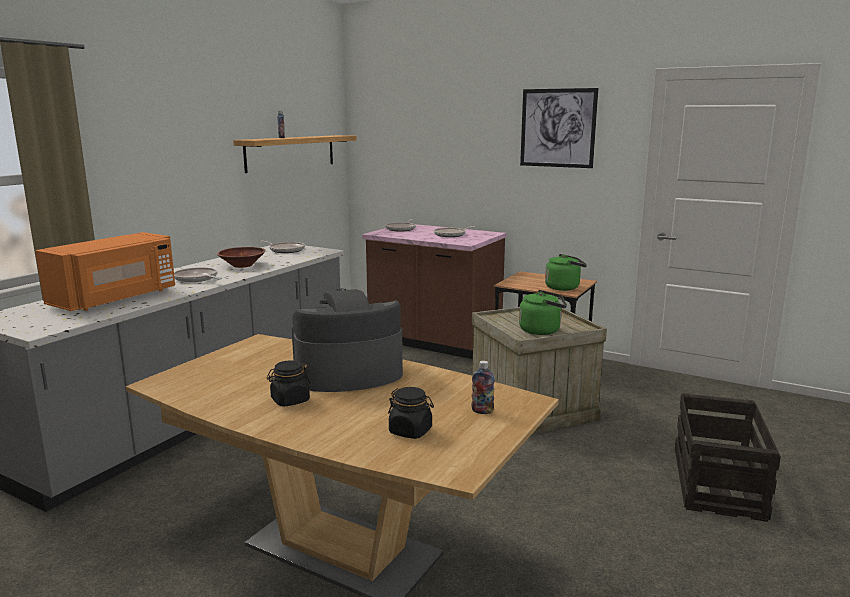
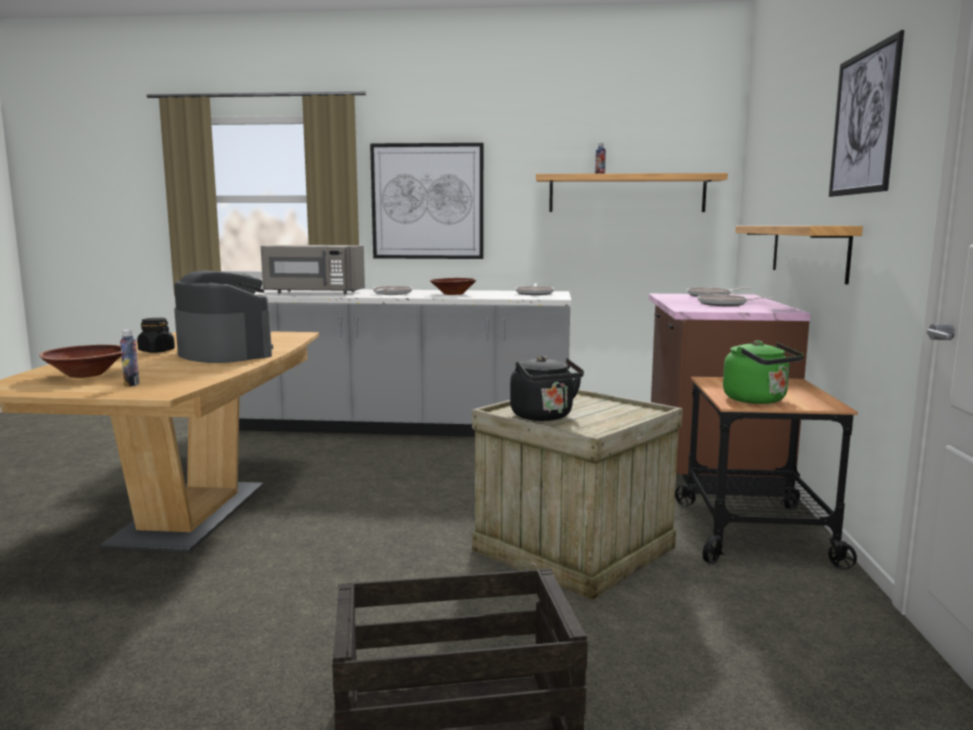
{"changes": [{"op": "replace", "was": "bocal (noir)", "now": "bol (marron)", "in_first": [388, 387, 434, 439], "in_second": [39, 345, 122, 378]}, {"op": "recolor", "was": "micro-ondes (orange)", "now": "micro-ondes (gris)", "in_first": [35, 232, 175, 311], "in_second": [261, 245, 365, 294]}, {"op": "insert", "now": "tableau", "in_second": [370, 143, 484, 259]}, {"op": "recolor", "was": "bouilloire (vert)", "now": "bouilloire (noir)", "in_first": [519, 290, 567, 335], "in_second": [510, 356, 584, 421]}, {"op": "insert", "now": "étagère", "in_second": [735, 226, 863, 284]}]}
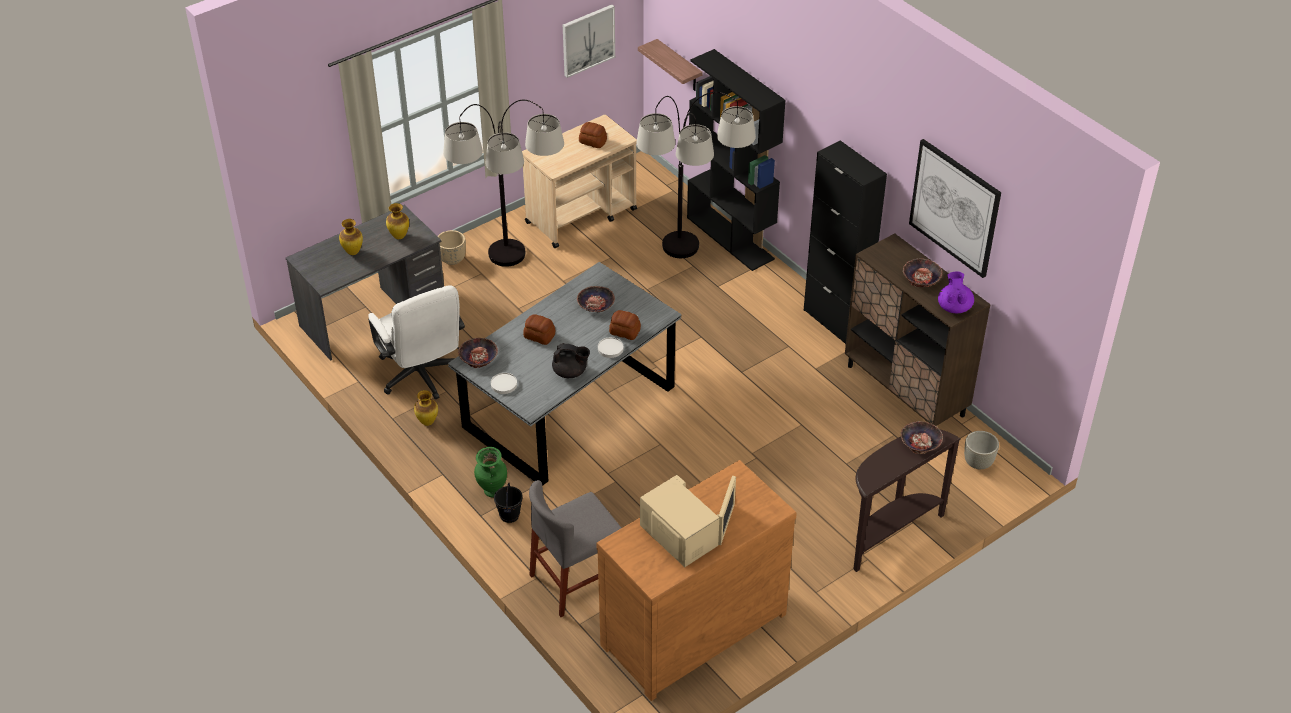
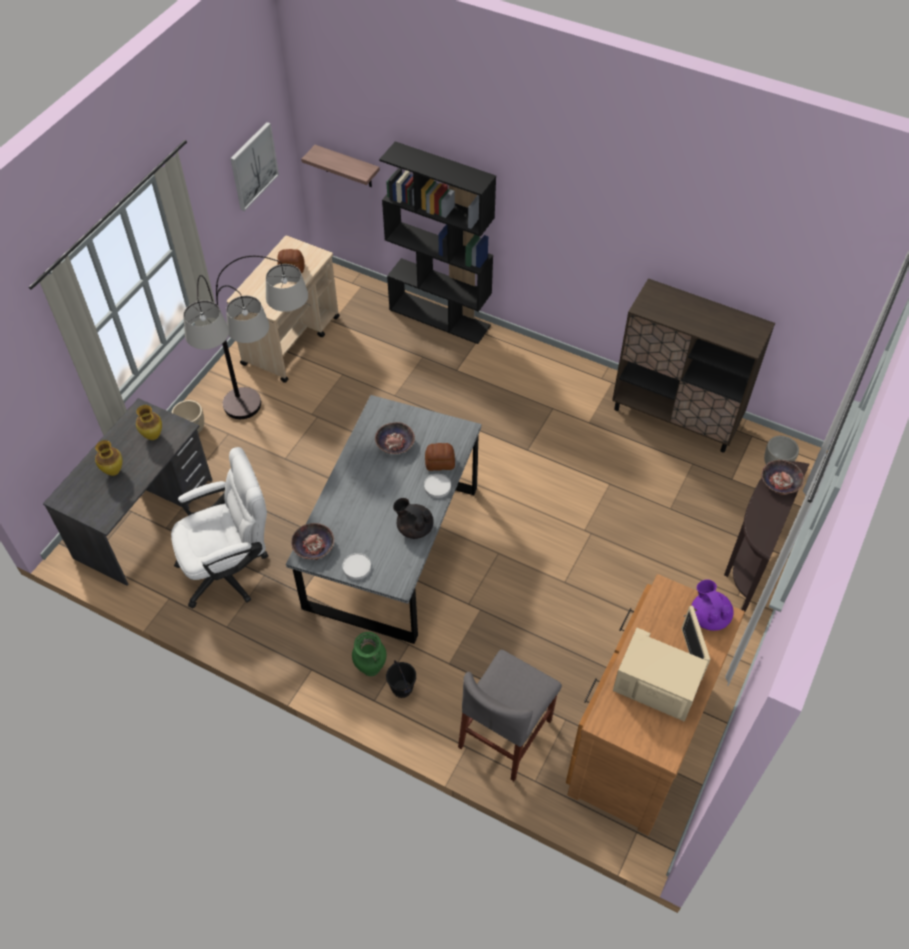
{"changes": [{"op": "rotate", "was": "chaise de bureau (blanc)", "in_first": [368, 285, 465, 399], "in_second": [171, 447, 268, 608], "clockwise": -60}, {"op": "rotate", "was": "théière (noir)", "in_first": [552, 343, 590, 378], "in_second": [393, 498, 434, 539], "clockwise": -135}, {"op": "move", "was": "théière (violet)", "in_first": [938, 271, 974, 313], "in_second": [691, 580, 734, 631]}, {"op": "delete", "was": "vase", "in_first": [414, 390, 438, 426]}, {"op": "delete", "was": "pain", "in_first": [523, 314, 555, 345]}, {"op": "delete", "was": "lampadaire", "in_first": [636, 92, 756, 258]}, {"op": "delete", "was": "meuble de rangement (noir)", "in_first": [804, 140, 887, 345]}, {"op": "delete", "was": "bol", "in_first": [903, 258, 943, 287]}, {"op": "delete", "was": "tableau", "in_first": [909, 139, 1001, 278]}]}
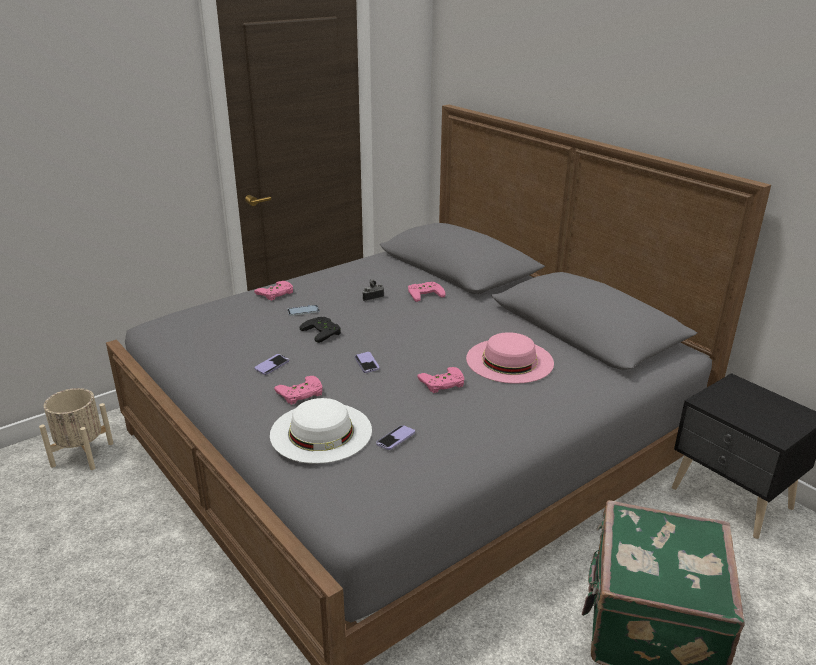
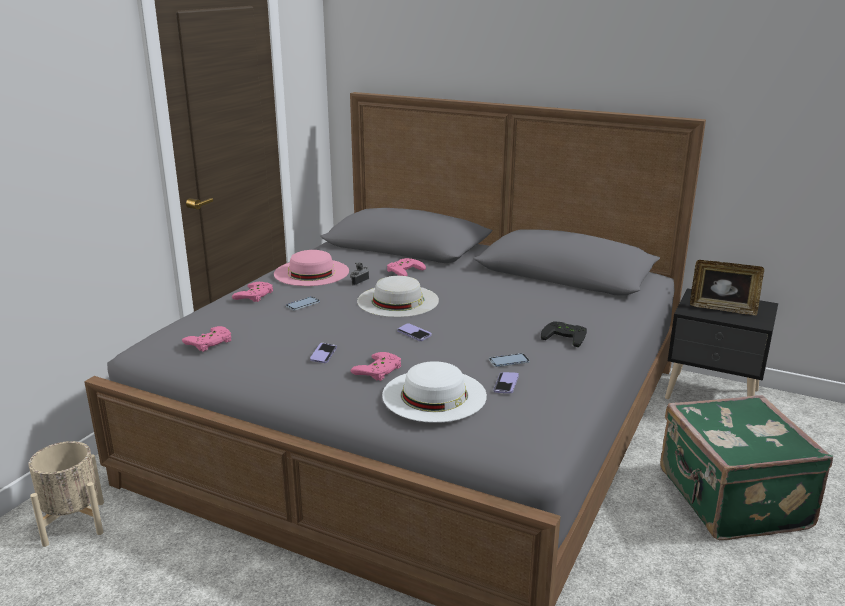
{"changes": [{"op": "move", "was": "manette (rose)", "in_first": [417, 367, 464, 393], "in_second": [182, 326, 231, 352]}, {"op": "move", "was": "chapeau (rose)", "in_first": [466, 332, 554, 384], "in_second": [274, 250, 349, 286]}, {"op": "insert", "now": "chapeau (blanc)", "in_second": [357, 276, 439, 317]}, {"op": "insert", "now": "téléphone", "in_second": [489, 353, 530, 367]}, {"op": "move", "was": "manette (noir)", "in_first": [299, 317, 341, 343], "in_second": [541, 321, 587, 347]}, {"op": "insert", "now": "cadre photo", "in_second": [690, 260, 764, 315]}]}
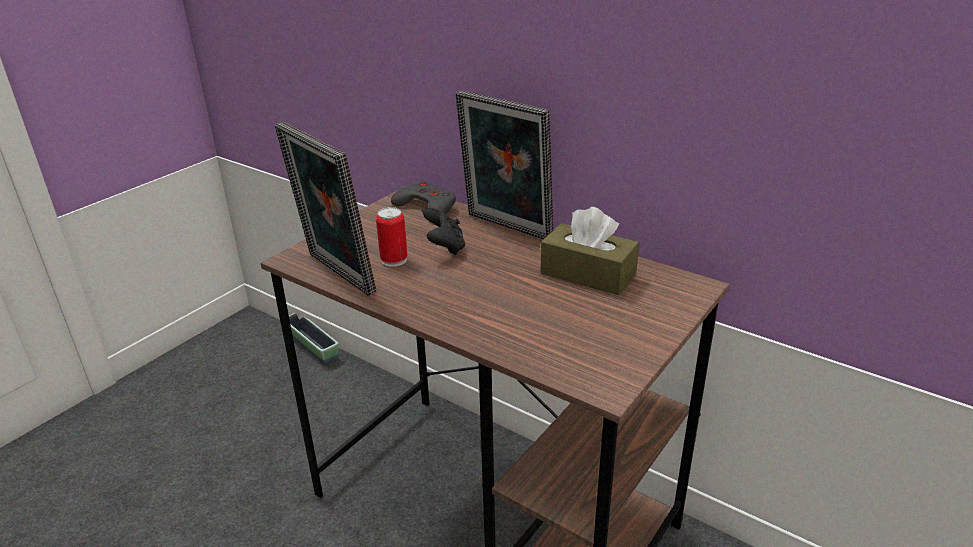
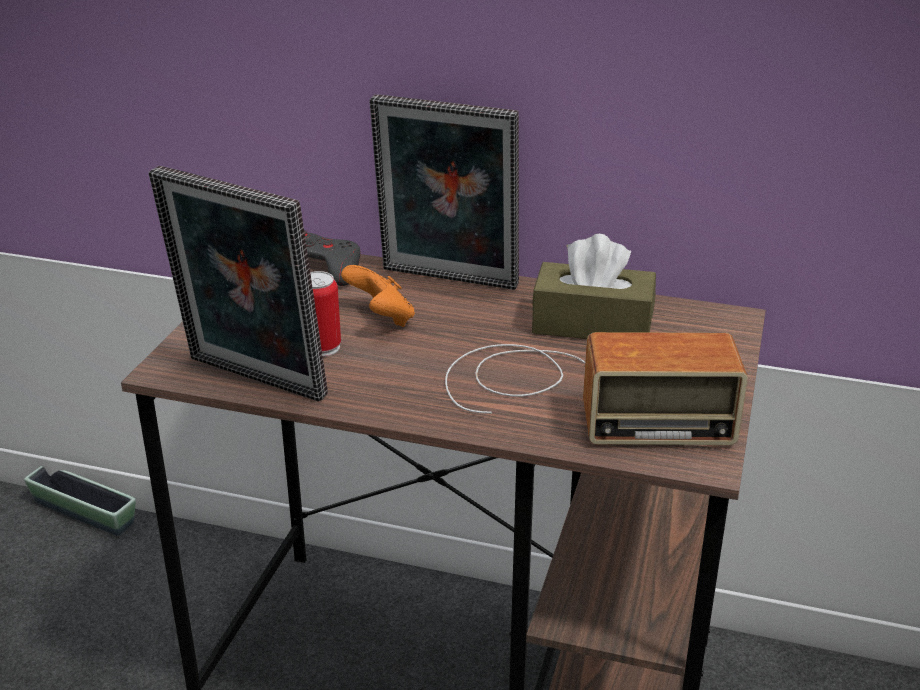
{"changes": [{"op": "recolor", "was": "manette (noir)", "now": "manette (orange)", "in_first": [423, 207, 465, 255], "in_second": [341, 265, 415, 327]}, {"op": "insert", "now": "radio", "in_second": [445, 332, 748, 445]}]}
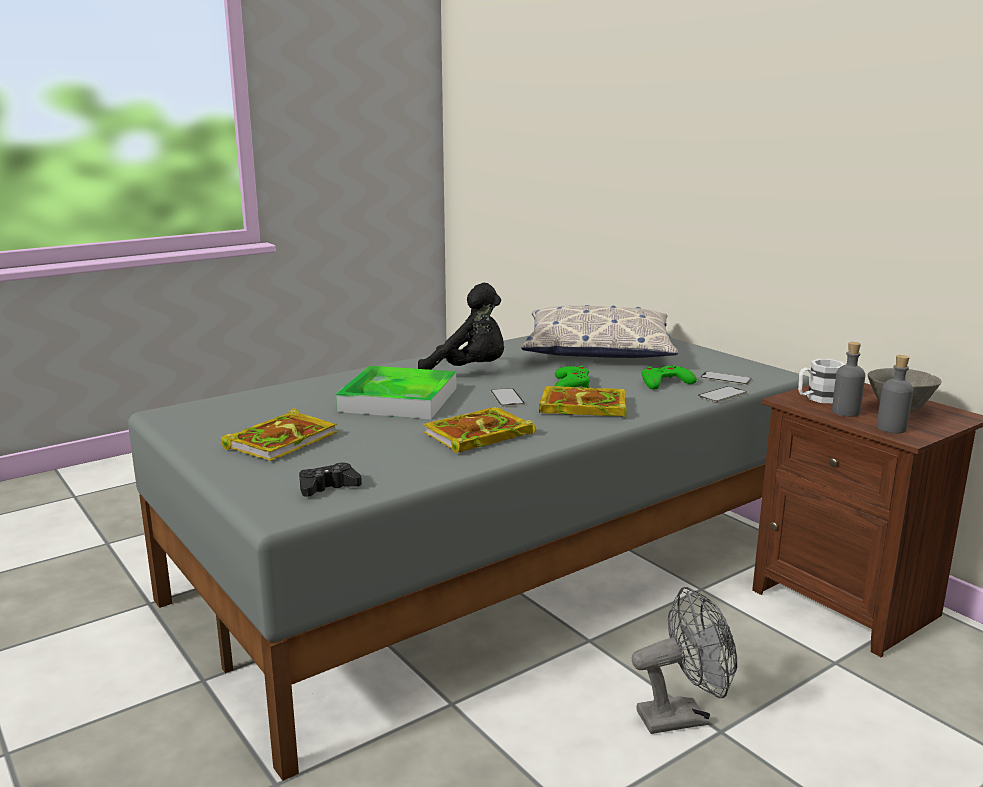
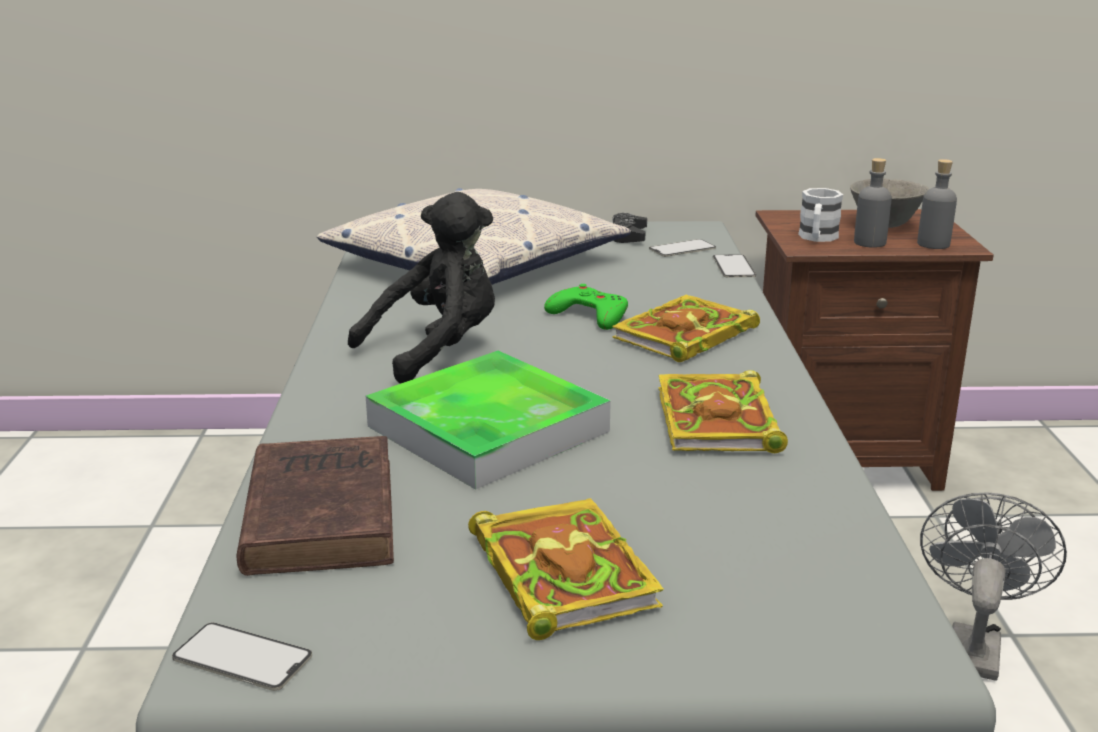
{"changes": [{"op": "move", "was": "téléphone", "in_first": [490, 388, 525, 407], "in_second": [172, 622, 312, 691]}, {"op": "insert", "now": "livre (marron)", "in_second": [237, 436, 394, 576]}, {"op": "move", "was": "manette (noir)", "in_first": [299, 462, 362, 497], "in_second": [612, 213, 647, 243]}, {"op": "delete", "was": "manette (vert)", "in_first": [642, 365, 697, 389]}]}
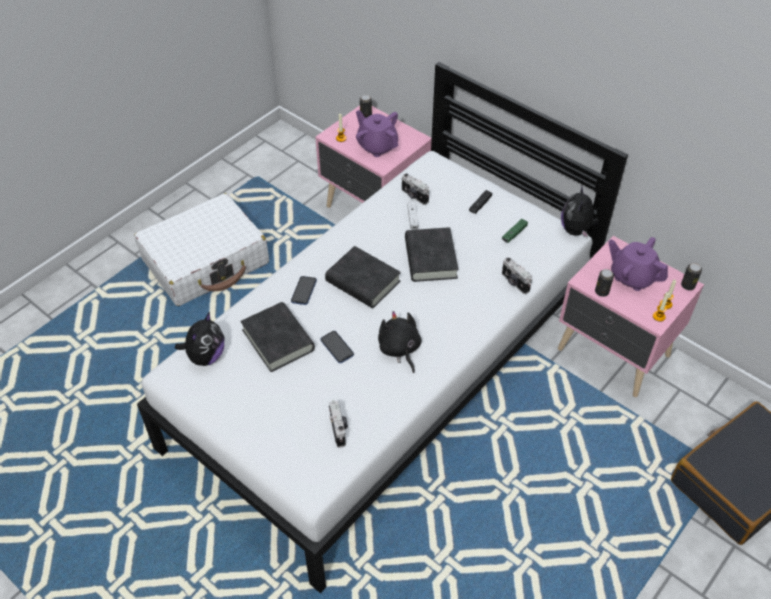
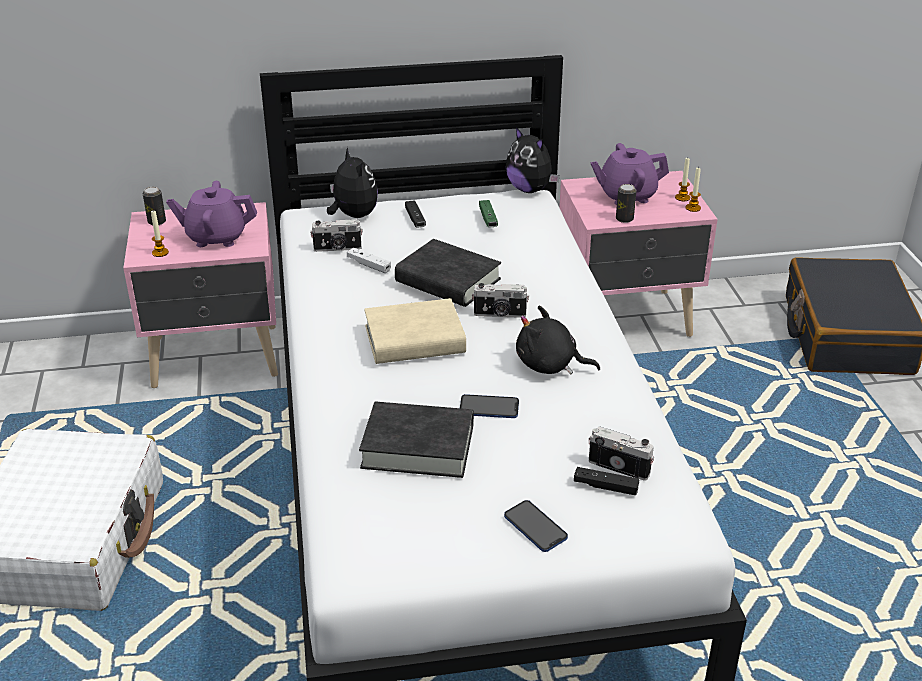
{"changes": [{"op": "move", "was": "peluche", "in_first": [175, 312, 224, 366], "in_second": [327, 147, 378, 218]}, {"op": "recolor", "was": "livre (noir)", "now": "livre (beige)", "in_first": [325, 246, 401, 308], "in_second": [364, 298, 466, 364]}, {"op": "move", "was": "appareil photo", "in_first": [502, 257, 532, 294], "in_second": [472, 283, 529, 318]}, {"op": "move", "was": "téléphone", "in_first": [291, 276, 317, 305], "in_second": [504, 500, 568, 552]}, {"op": "insert", "now": "manette (noir)", "in_second": [574, 467, 639, 495]}, {"op": "delete", "was": "boîte métallique", "in_first": [681, 263, 702, 290]}]}
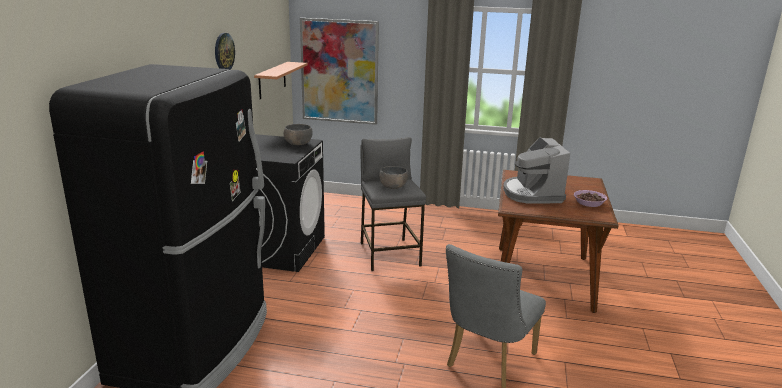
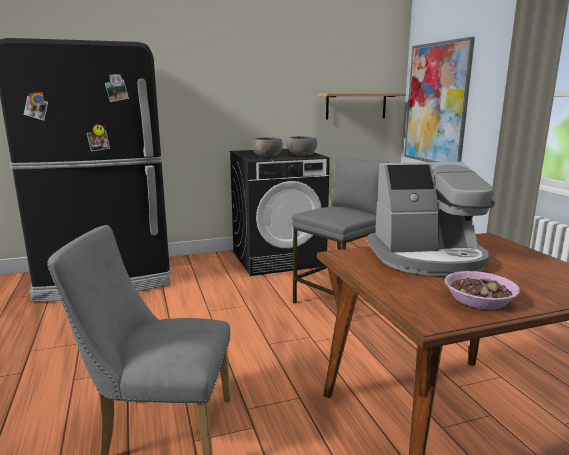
{"changes": [{"op": "move", "was": "bol (gris)", "in_first": [379, 166, 409, 189], "in_second": [252, 137, 283, 158]}, {"op": "rotate", "was": "machine à café", "in_first": [504, 137, 570, 204], "in_second": [368, 162, 495, 276], "clockwise": -150}, {"op": "delete", "was": "horloge murale", "in_first": [215, 33, 235, 70]}]}
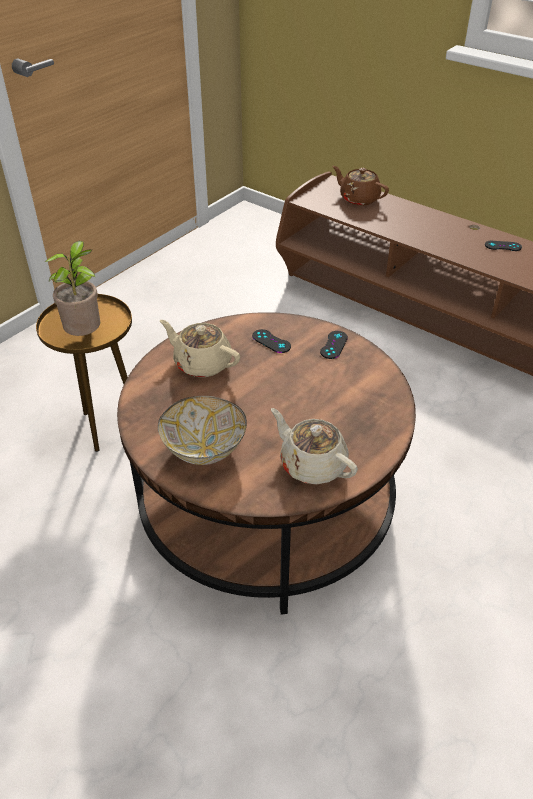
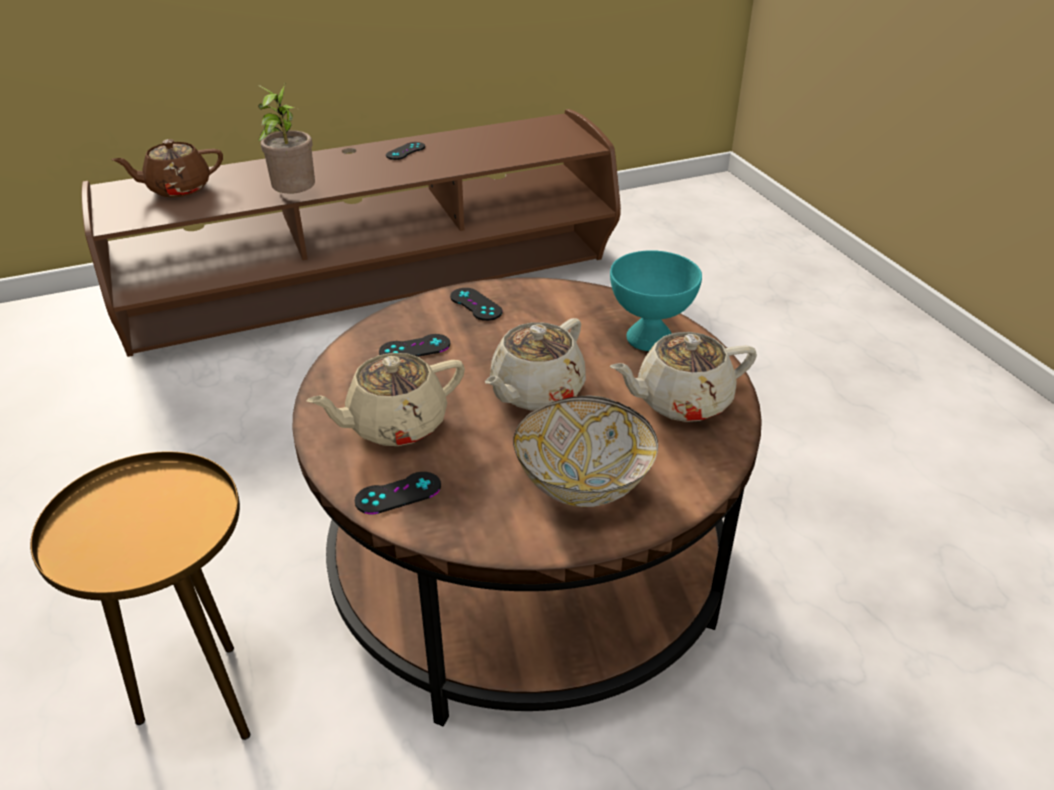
{"changes": [{"op": "move", "was": "plante en pot", "in_first": [45, 241, 100, 336], "in_second": [258, 82, 315, 194]}, {"op": "insert", "now": "manette (noir)", "in_second": [355, 472, 441, 514]}, {"op": "insert", "now": "théière (beige)", "in_second": [485, 318, 586, 411]}, {"op": "insert", "now": "bol (turquoise)", "in_second": [610, 250, 702, 351]}]}
